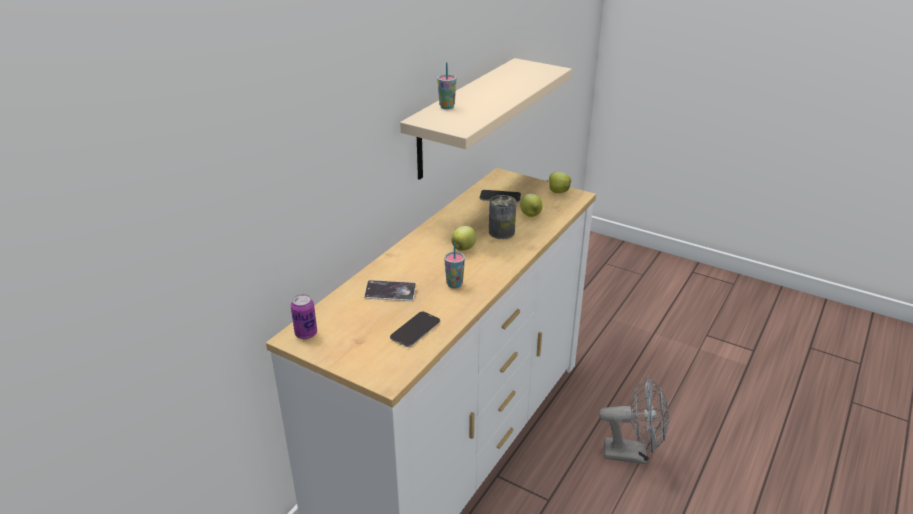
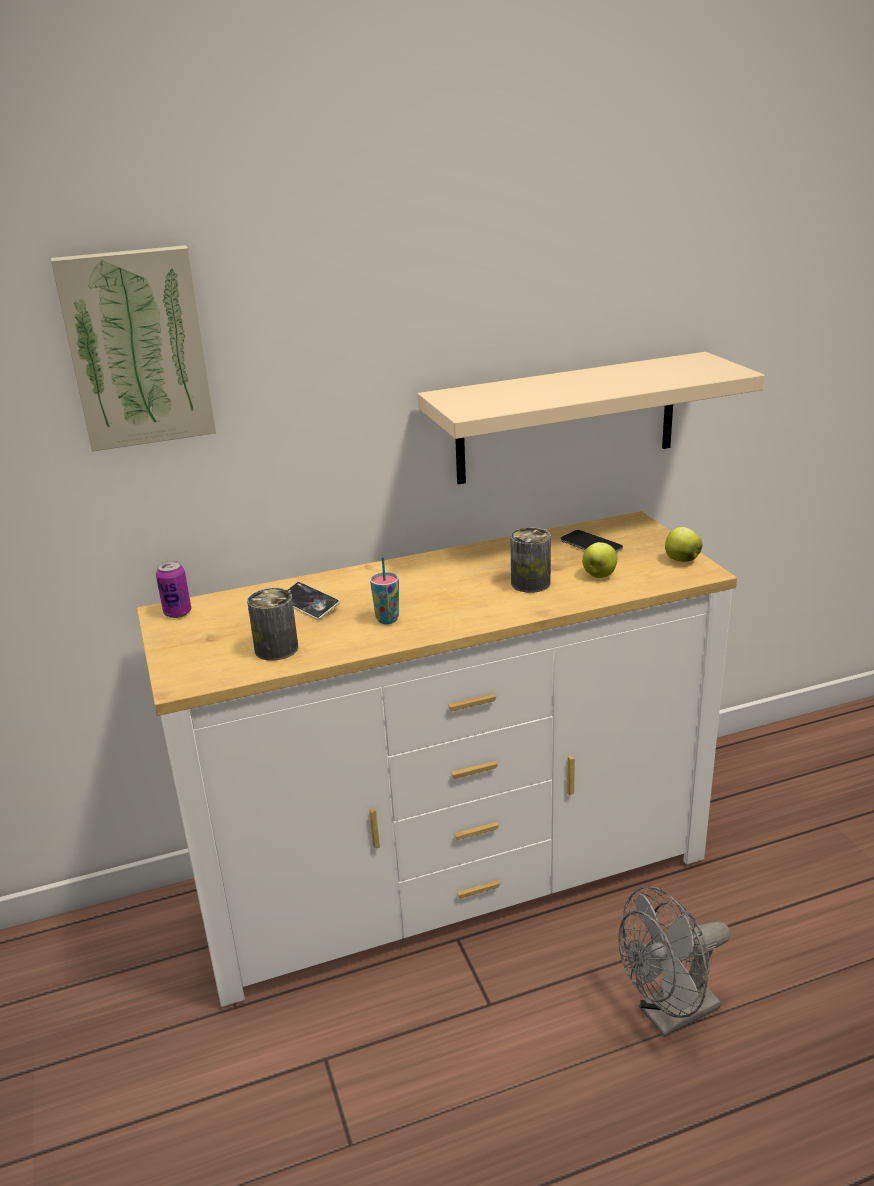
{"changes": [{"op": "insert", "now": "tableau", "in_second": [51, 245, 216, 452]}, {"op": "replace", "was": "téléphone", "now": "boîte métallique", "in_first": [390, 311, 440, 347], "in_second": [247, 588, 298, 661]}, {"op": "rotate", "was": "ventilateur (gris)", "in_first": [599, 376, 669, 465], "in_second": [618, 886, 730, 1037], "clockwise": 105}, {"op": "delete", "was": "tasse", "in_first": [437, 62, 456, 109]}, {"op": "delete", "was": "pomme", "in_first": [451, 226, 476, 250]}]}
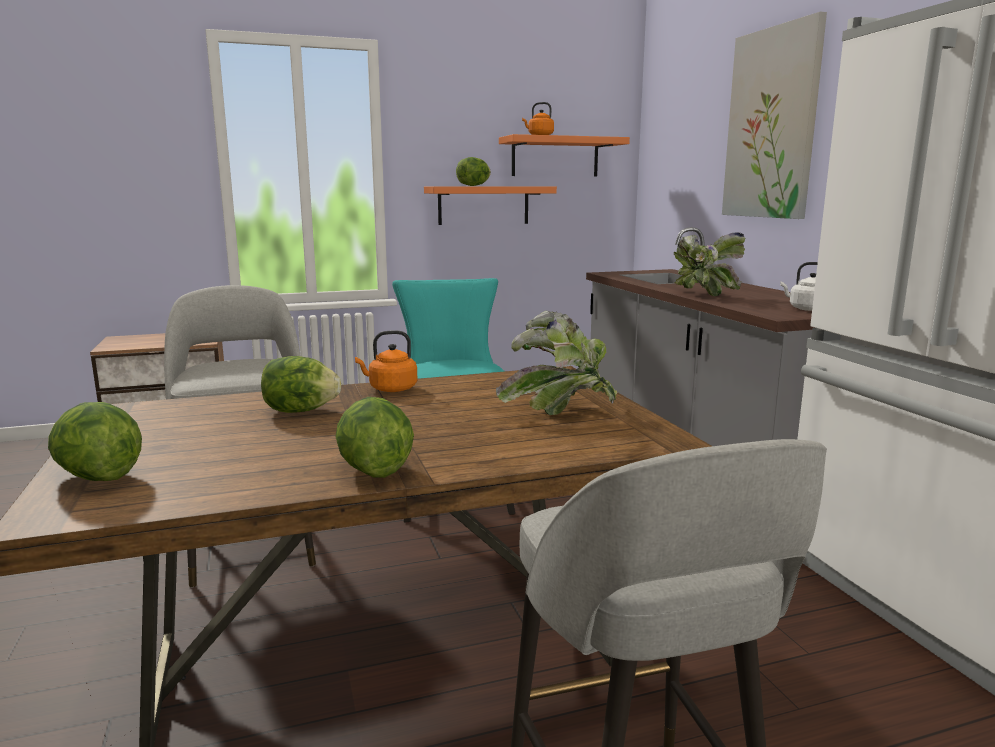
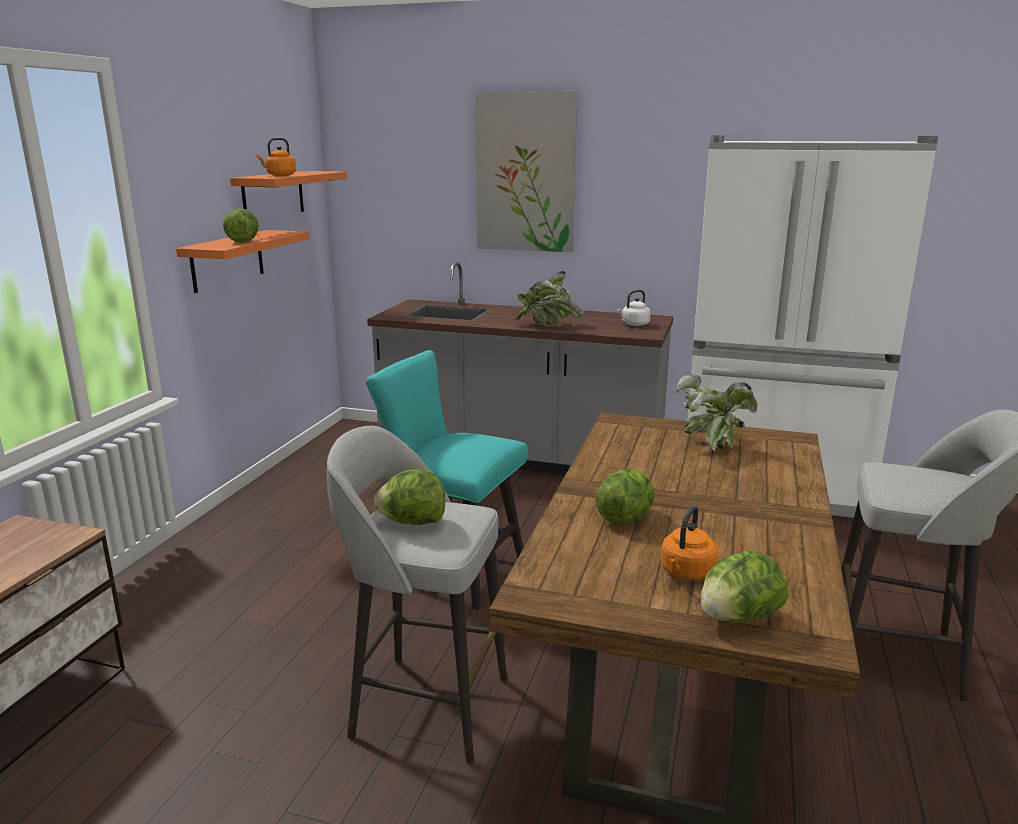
{"changes": [{"op": "move", "was": "laitue", "in_first": [336, 397, 414, 478], "in_second": [374, 469, 445, 525]}, {"op": "move", "was": "bouilloire (orange)", "in_first": [355, 330, 417, 392], "in_second": [661, 506, 718, 580]}]}
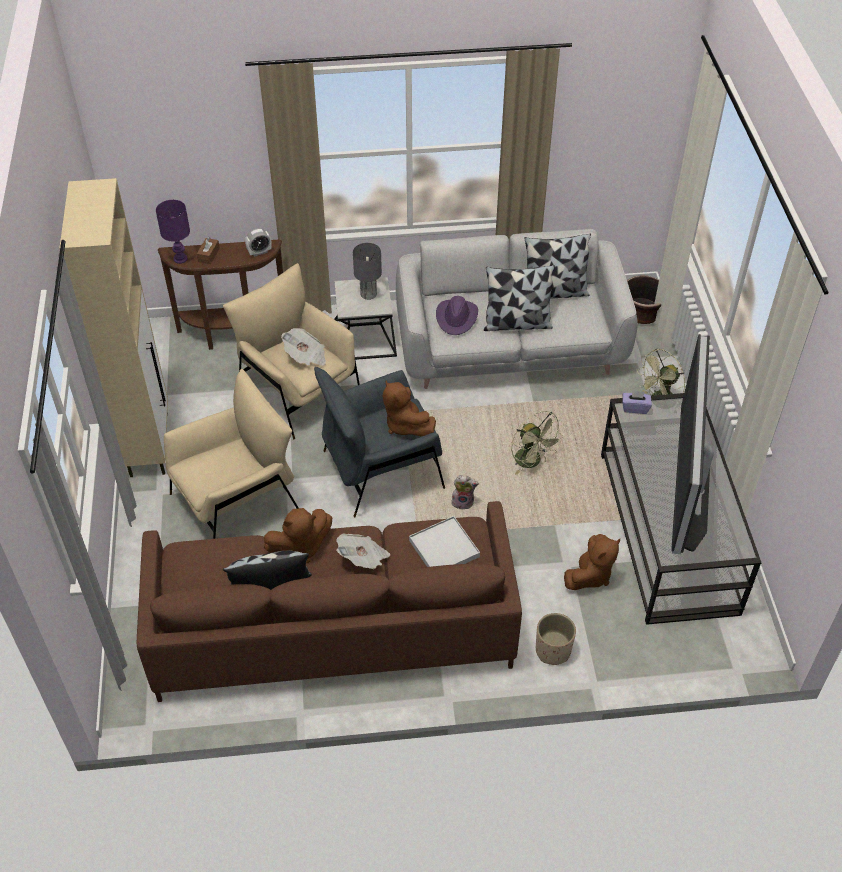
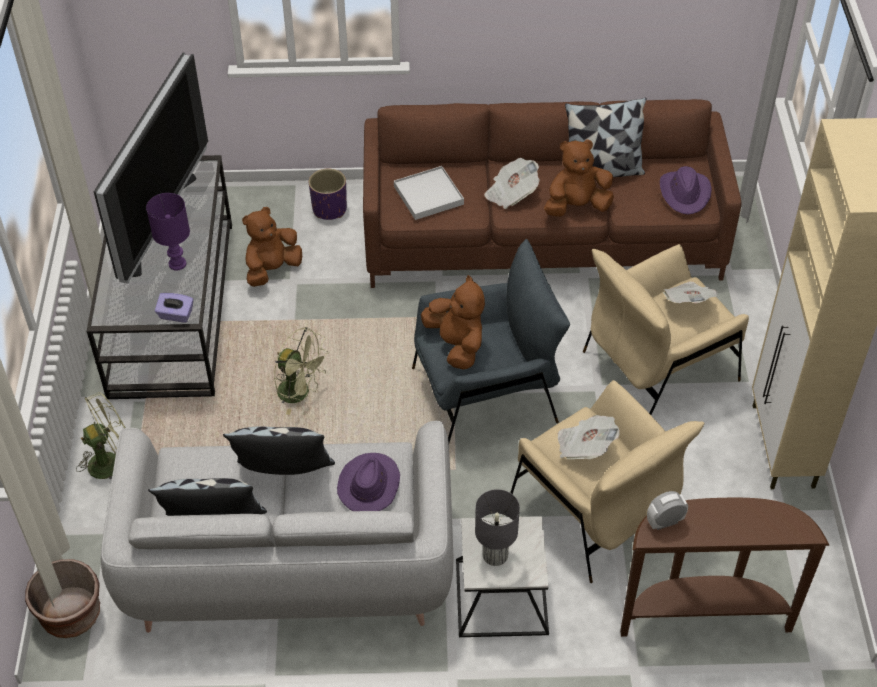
{"changes": [{"op": "move", "was": "lampe de table (violet)", "in_first": [156, 200, 190, 264], "in_second": [146, 193, 190, 271]}, {"op": "rotate", "was": "ventilateur (vert)", "in_first": [511, 411, 564, 475], "in_second": [274, 327, 329, 415], "clockwise": 150}, {"op": "recolor", "was": "cache-pot (beige)", "now": "cache-pot (violet)", "in_first": [536, 613, 576, 665], "in_second": [309, 169, 347, 220]}, {"op": "insert", "now": "chapeau (violet)", "in_second": [660, 166, 712, 215]}, {"op": "insert", "now": "journal", "in_second": [663, 281, 718, 303]}, {"op": "delete", "was": "boîte à mouchoirs (marron)", "in_first": [197, 237, 220, 264]}, {"op": "delete", "was": "peluche", "in_first": [451, 475, 479, 509]}]}
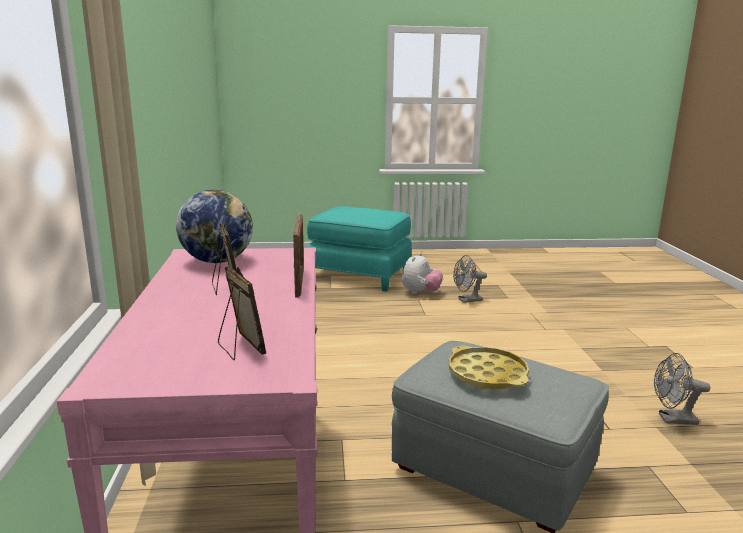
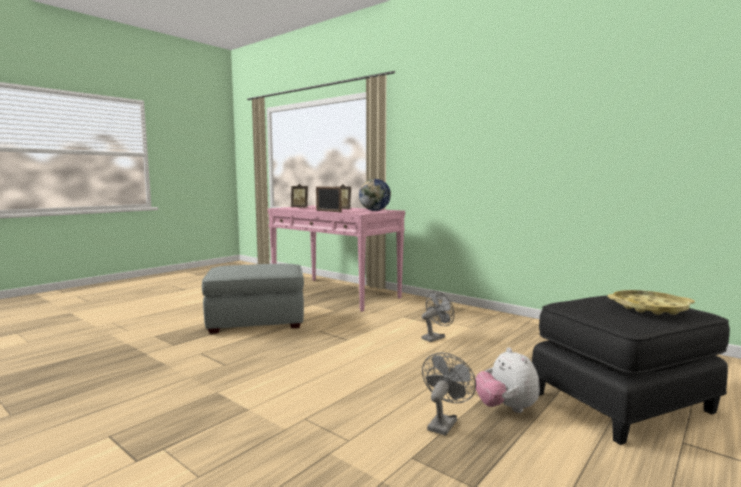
{"changes": [{"op": "move", "was": "ventilateur (gris)", "in_first": [654, 353, 710, 425], "in_second": [421, 291, 454, 342]}, {"op": "recolor", "was": "pouf (turquoise)", "now": "pouf (noir)", "in_first": [306, 206, 412, 292], "in_second": [532, 295, 730, 445]}, {"op": "move", "was": "plateau (jaune)", "in_first": [449, 346, 529, 390], "in_second": [608, 290, 695, 315]}]}
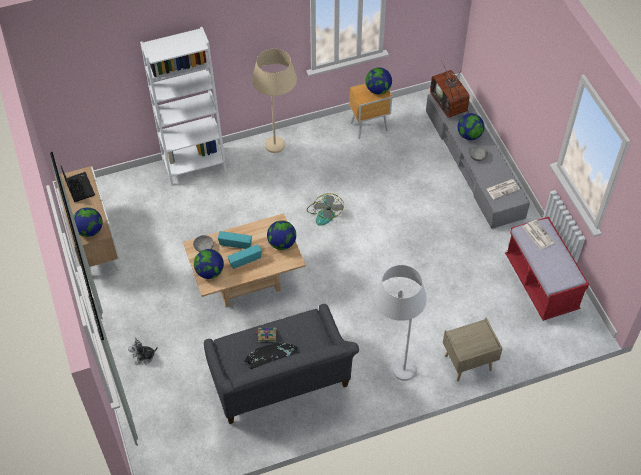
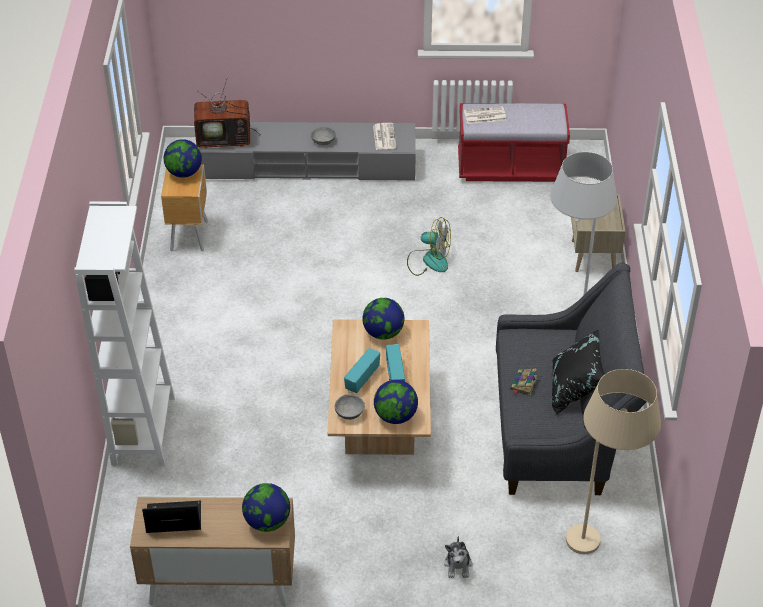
{"changes": [{"op": "move", "was": "ventilateur", "in_first": [307, 193, 344, 226], "in_second": [407, 217, 451, 276]}, {"op": "move", "was": "lampadaire (beige)", "in_first": [252, 49, 297, 153], "in_second": [566, 369, 661, 554]}, {"op": "delete", "was": "globe", "in_first": [458, 113, 484, 140]}]}
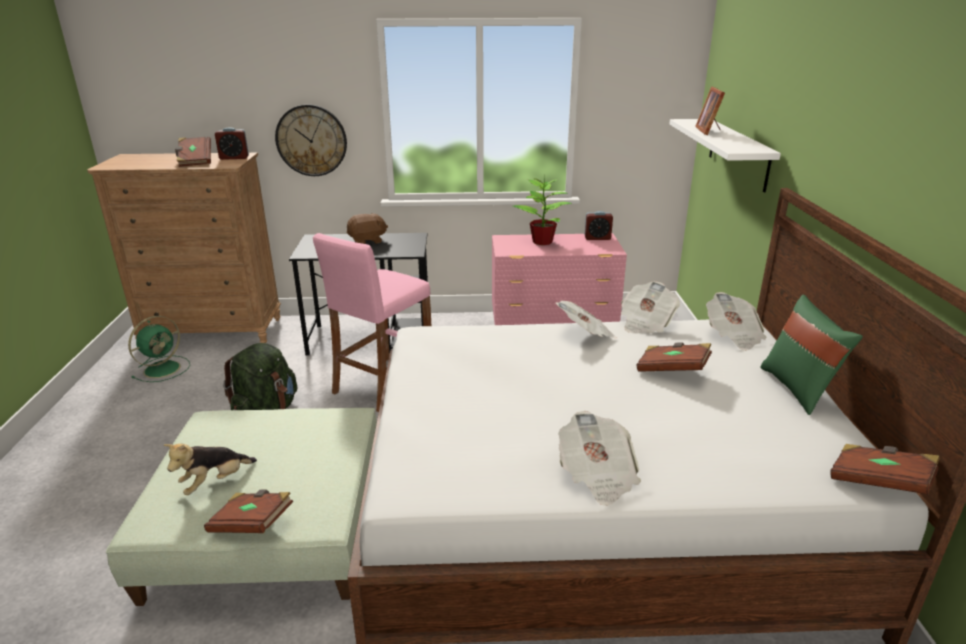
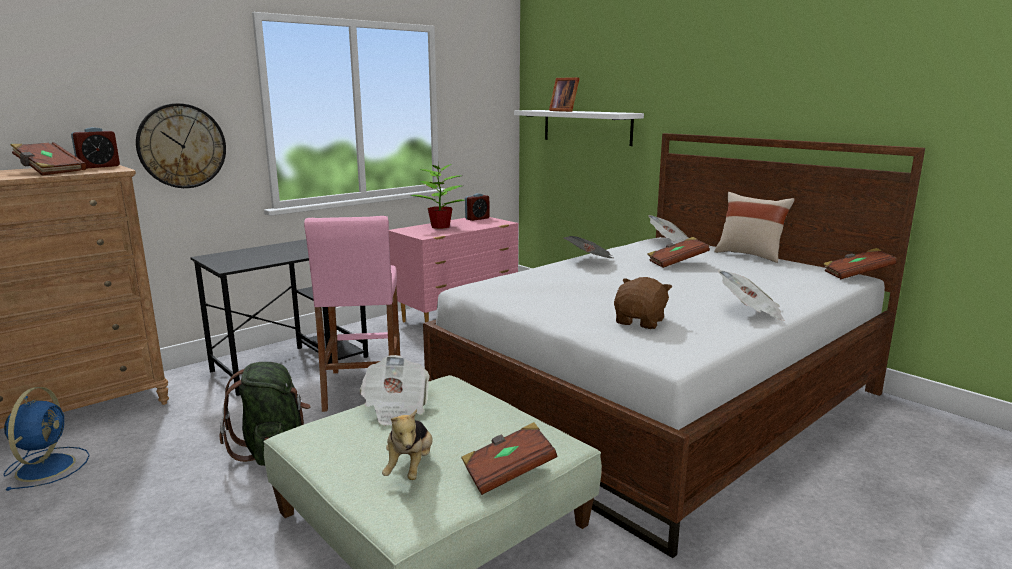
{"changes": [{"op": "recolor", "was": "ventilateur (vert)", "now": "ventilateur (bleu)", "in_first": [128, 316, 190, 382], "in_second": [3, 387, 90, 491]}, {"op": "move", "was": "journal", "in_first": [621, 281, 680, 333], "in_second": [359, 355, 430, 426]}, {"op": "move", "was": "peluche (marron)", "in_first": [347, 213, 388, 244], "in_second": [614, 277, 672, 329]}, {"op": "recolor", "was": "coussin (vert)", "now": "coussin (beige)", "in_first": [760, 295, 863, 415], "in_second": [714, 192, 795, 263]}]}
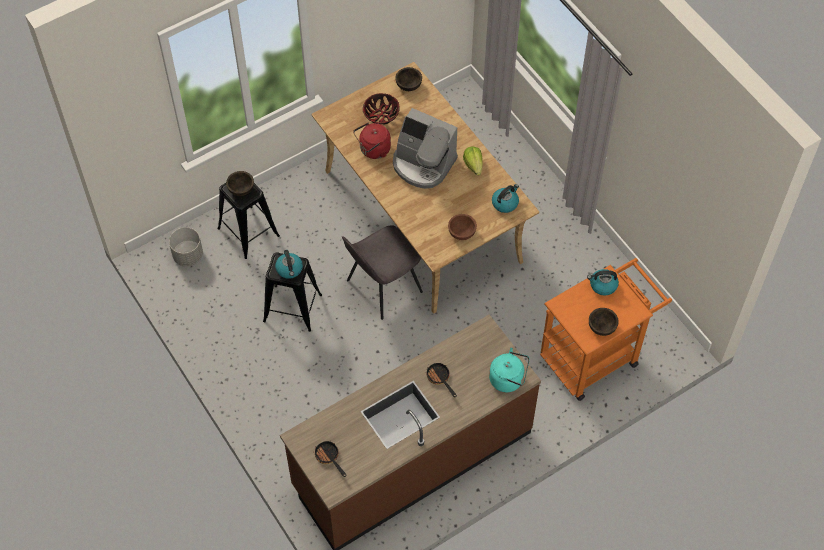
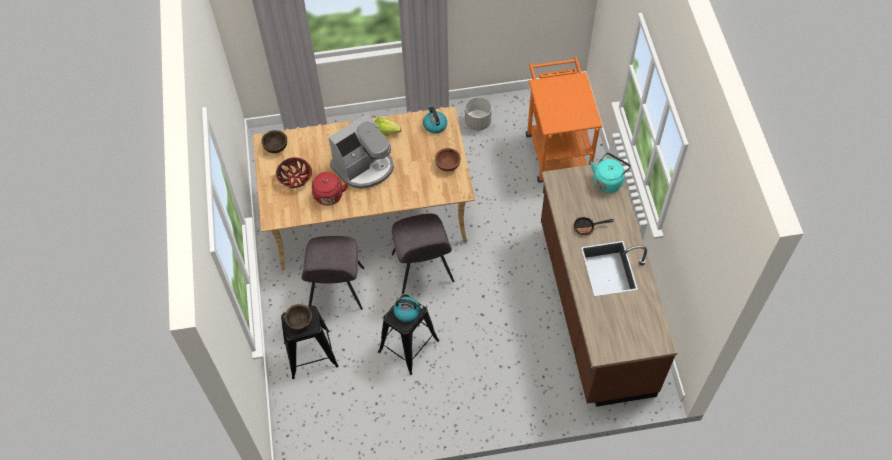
{"changes": [{"op": "insert", "now": "chaise (gris)", "in_second": [302, 236, 364, 310]}, {"op": "move", "was": "cache-pot (gris)", "in_first": [169, 227, 203, 266], "in_second": [465, 97, 492, 131]}, {"op": "delete", "was": "poêle", "in_first": [315, 441, 346, 477]}, {"op": "delete", "was": "bouilloire", "in_first": [587, 269, 619, 296]}, {"op": "delete", "was": "bol (marron)", "in_first": [589, 308, 619, 336]}]}
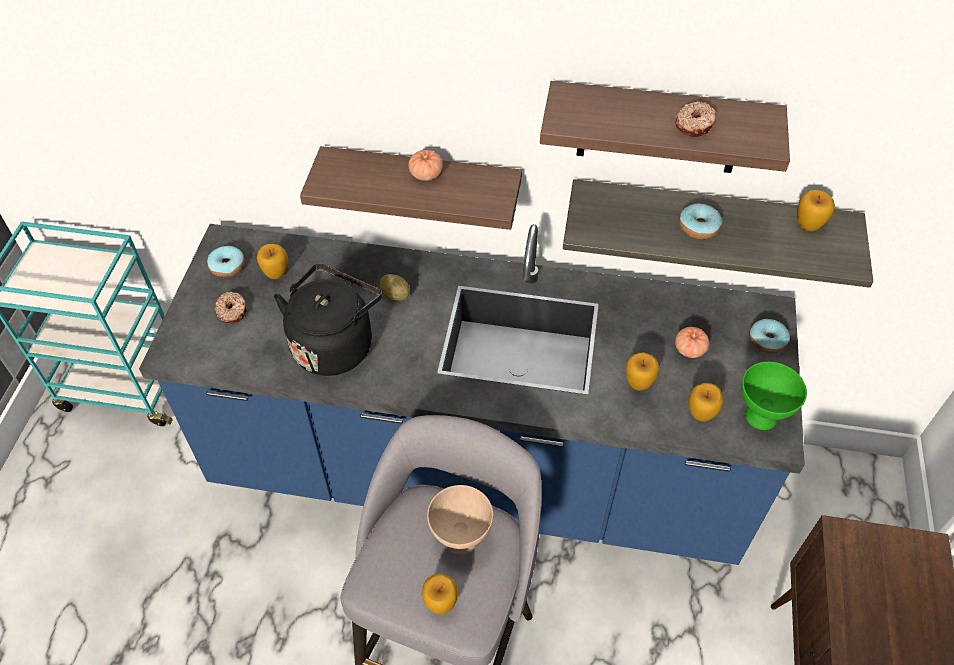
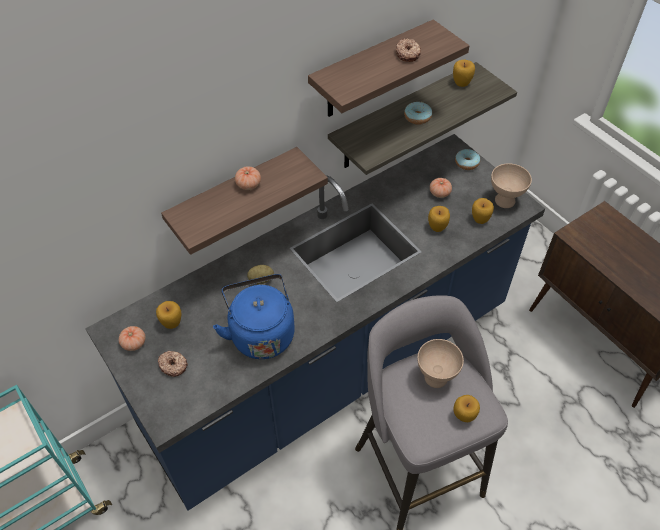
{"changes": [{"op": "replace", "was": "beignet", "now": "tomate", "in_first": [207, 245, 245, 277], "in_second": [119, 326, 146, 351]}, {"op": "recolor", "was": "bouilloire (noir)", "now": "bouilloire (bleu)", "in_first": [274, 264, 382, 376], "in_second": [213, 274, 295, 359]}, {"op": "recolor", "was": "bol (vert)", "now": "bol (beige)", "in_first": [741, 362, 807, 430], "in_second": [491, 163, 532, 208]}]}
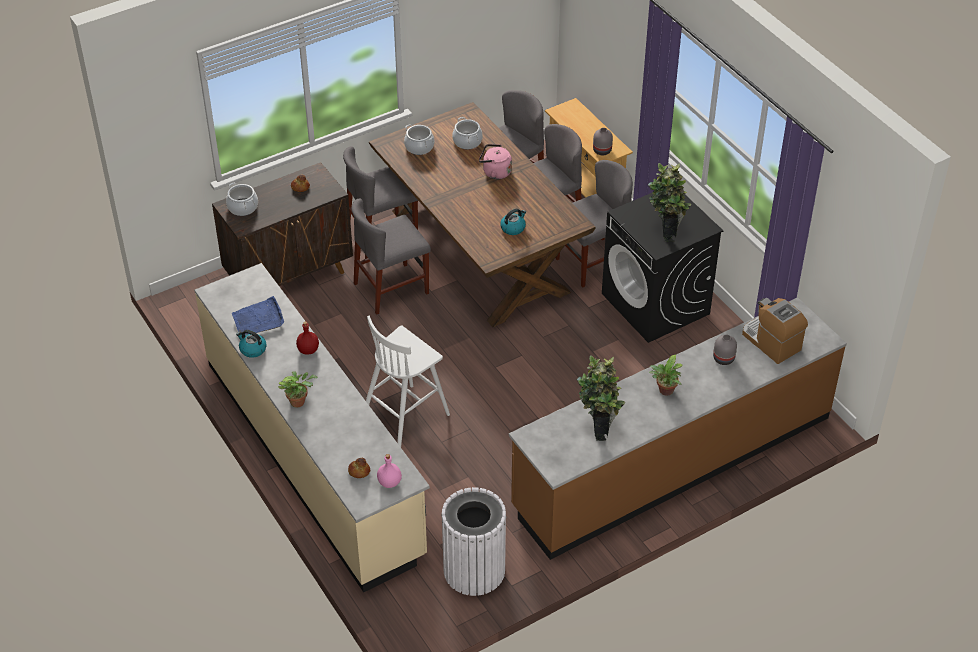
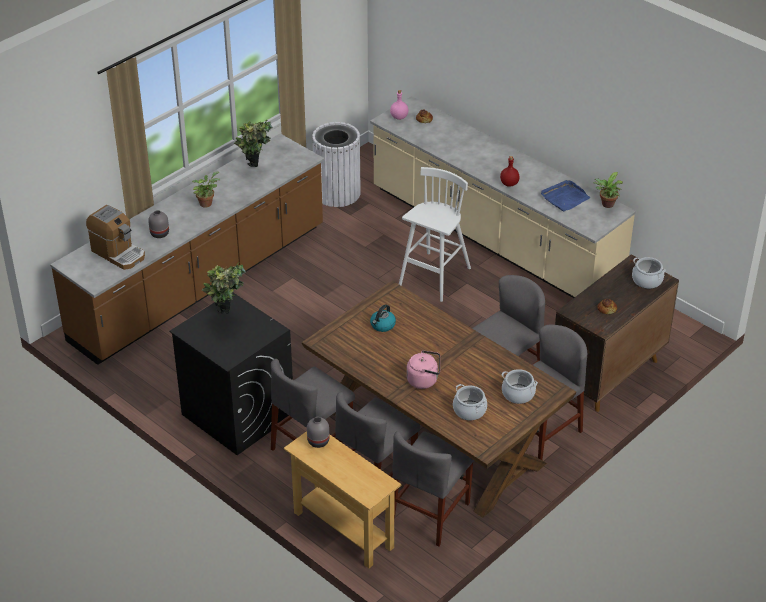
{"changes": [{"op": "move", "was": "plante en pot", "in_first": [278, 371, 318, 408], "in_second": [593, 172, 623, 208]}, {"op": "delete", "was": "bouilloire", "in_first": [236, 330, 267, 358]}]}
